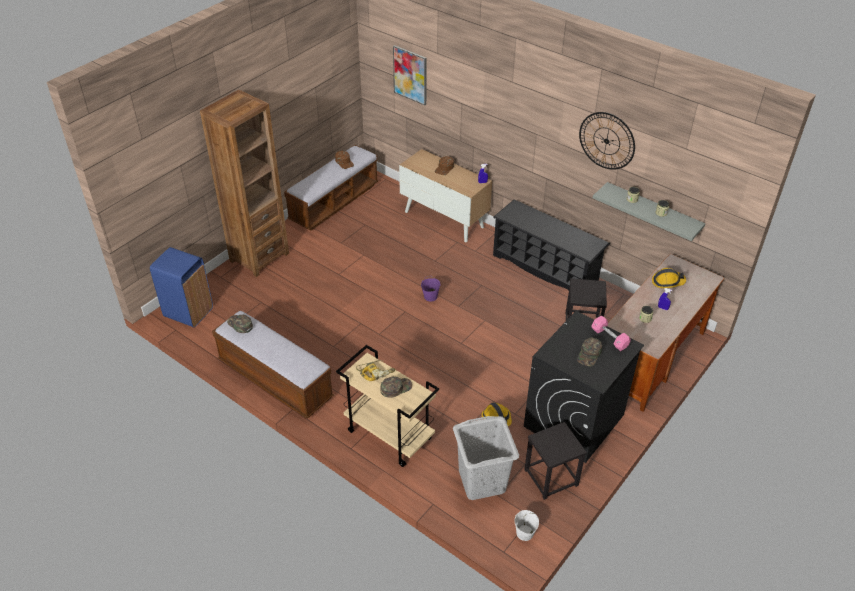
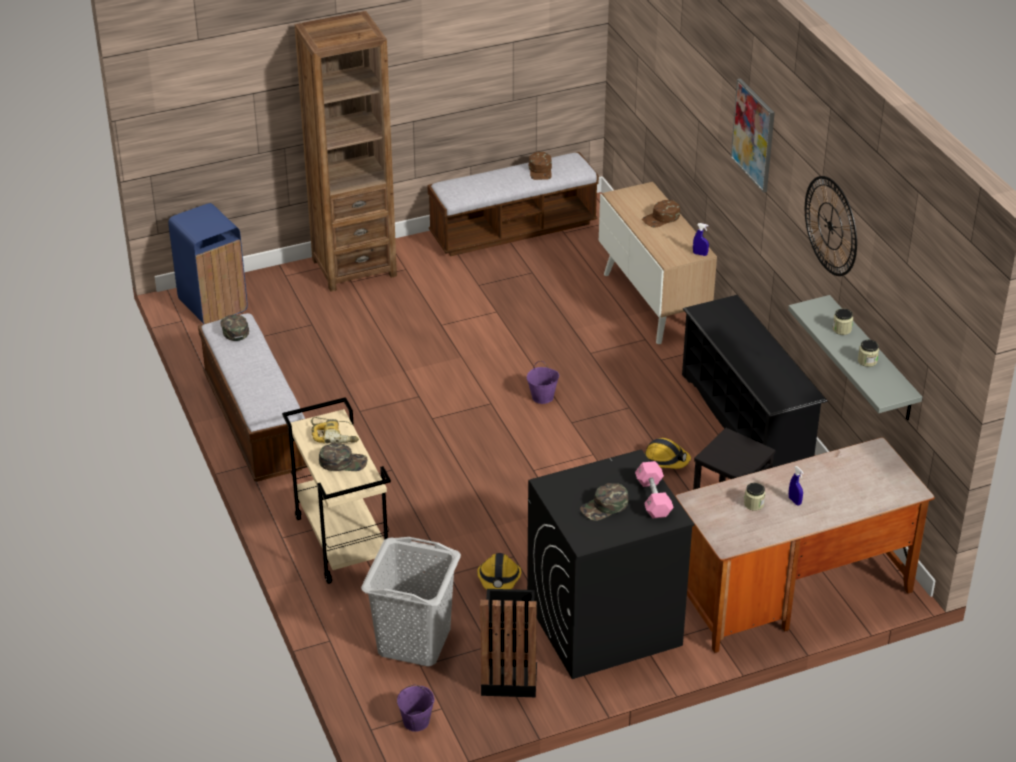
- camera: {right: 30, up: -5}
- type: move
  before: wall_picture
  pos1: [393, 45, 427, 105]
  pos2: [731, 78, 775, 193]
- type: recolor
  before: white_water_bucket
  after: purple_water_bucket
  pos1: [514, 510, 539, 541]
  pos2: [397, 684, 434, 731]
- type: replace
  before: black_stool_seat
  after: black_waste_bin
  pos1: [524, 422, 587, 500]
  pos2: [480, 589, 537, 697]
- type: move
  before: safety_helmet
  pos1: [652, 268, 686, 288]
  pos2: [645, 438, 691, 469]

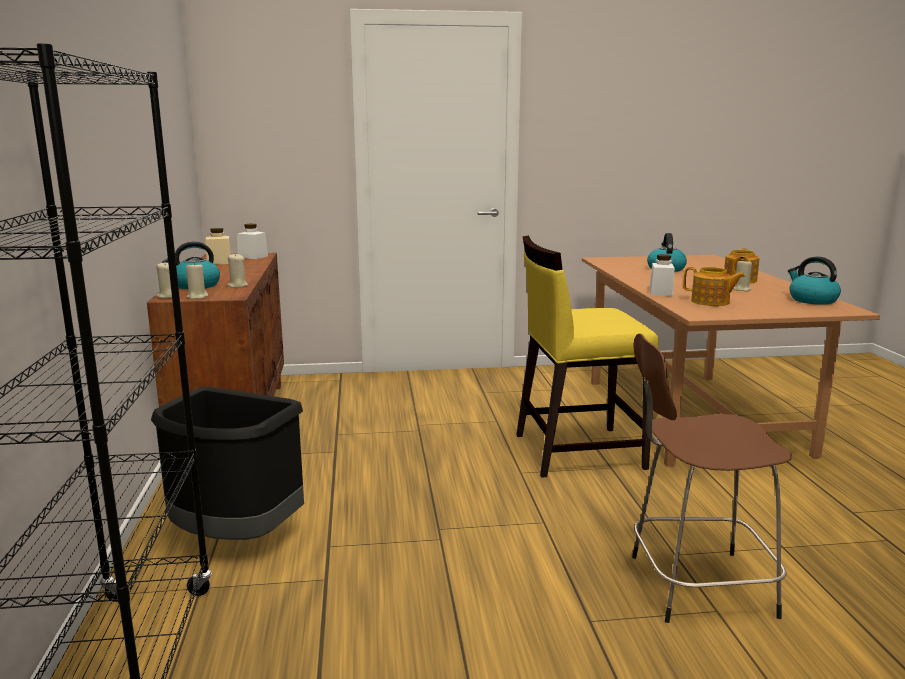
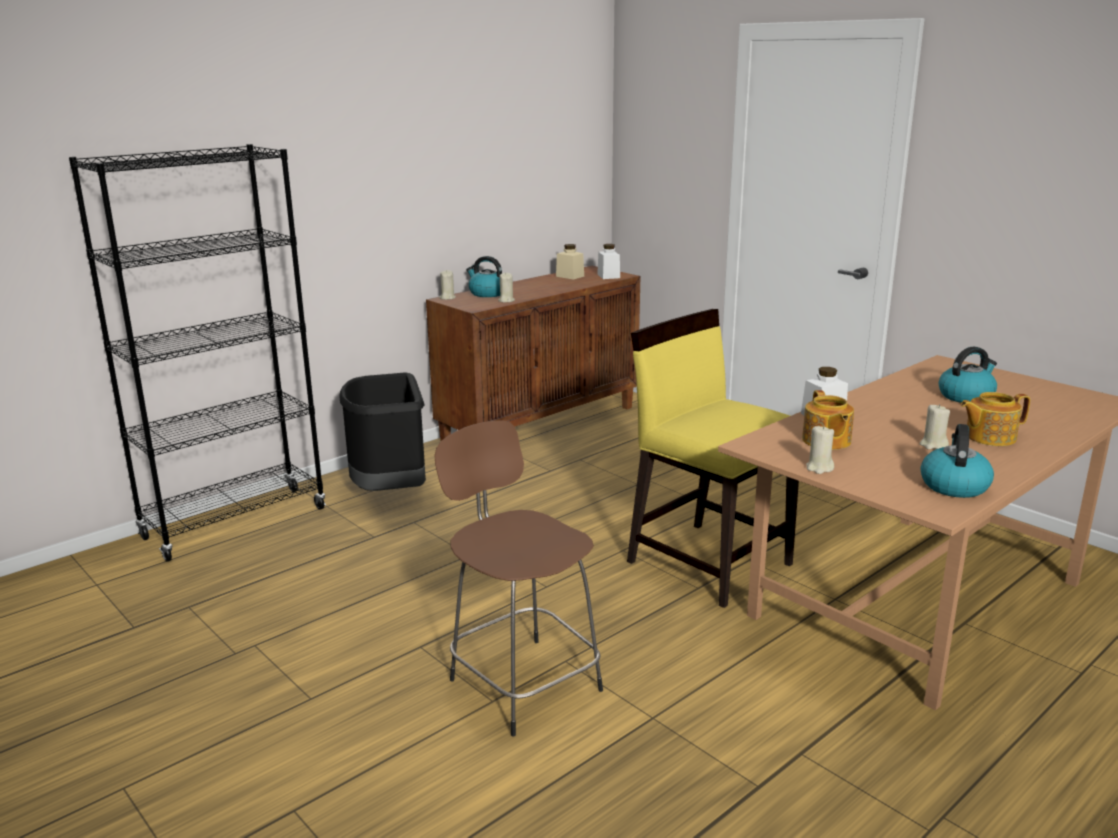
- camera: {right: 55, up: 5}
- type: move
  before: beige-coloured_wax_candle
  pos1: [186, 262, 208, 299]
  pos2: [806, 425, 834, 474]

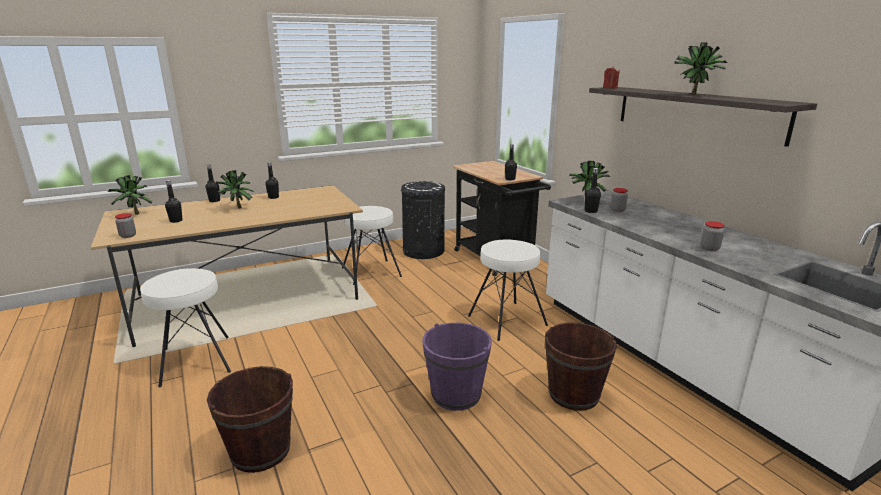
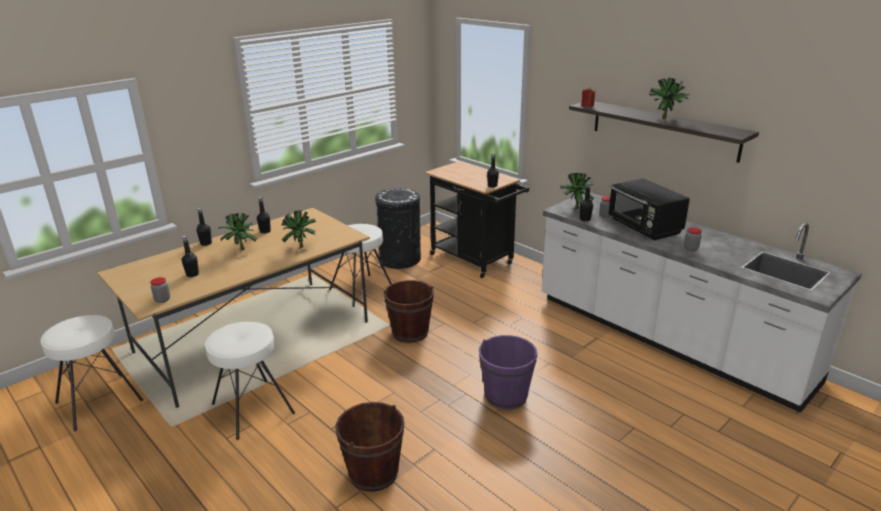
- camera: {right: -15, up: 5}
- type: move
  before: plant_in_a_pot
  pos1: [108, 175, 152, 215]
  pos2: [281, 210, 317, 248]
- type: move
  before: white_stool_seat
  pos1: [468, 239, 548, 341]
  pos2: [41, 315, 143, 431]
- type: move
  before: brown-coloured_water_bucket
  pos1: [545, 323, 617, 411]
  pos2: [384, 280, 434, 343]
- type: insert
  after: black_kitchen_microwave
  pos2: [608, 178, 690, 241]

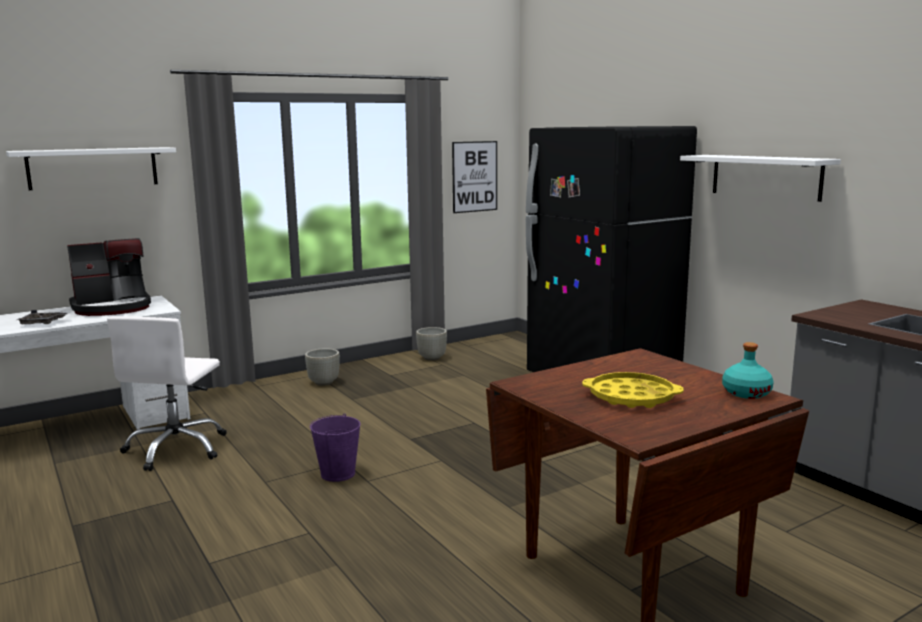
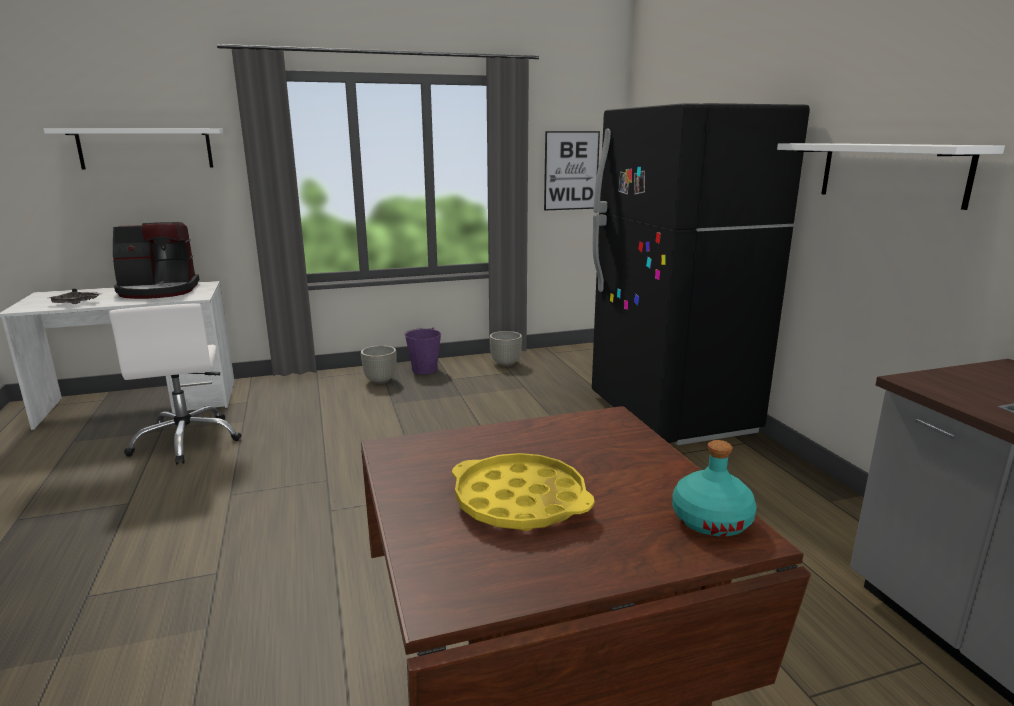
- camera: {right: 15, up: 5}
- type: rotate
  before: white_desk_chair
  pos1: [107, 316, 227, 471]
  pos2: [109, 303, 241, 464]
  turn: -45
- type: move
  before: purple_water_bucket
  pos1: [310, 413, 361, 482]
  pos2: [404, 328, 441, 375]

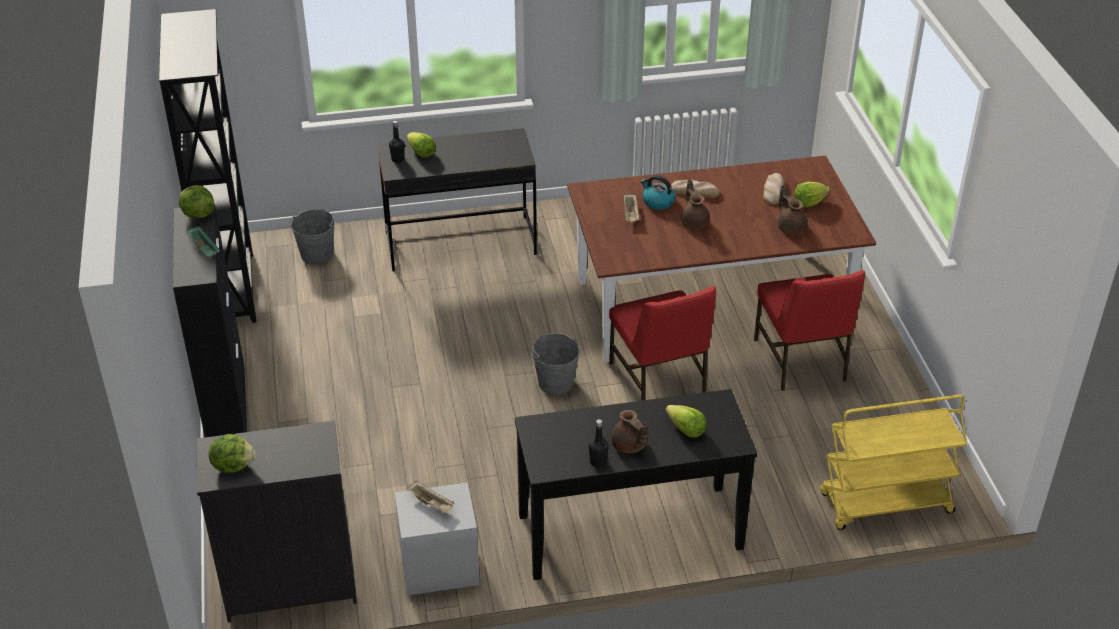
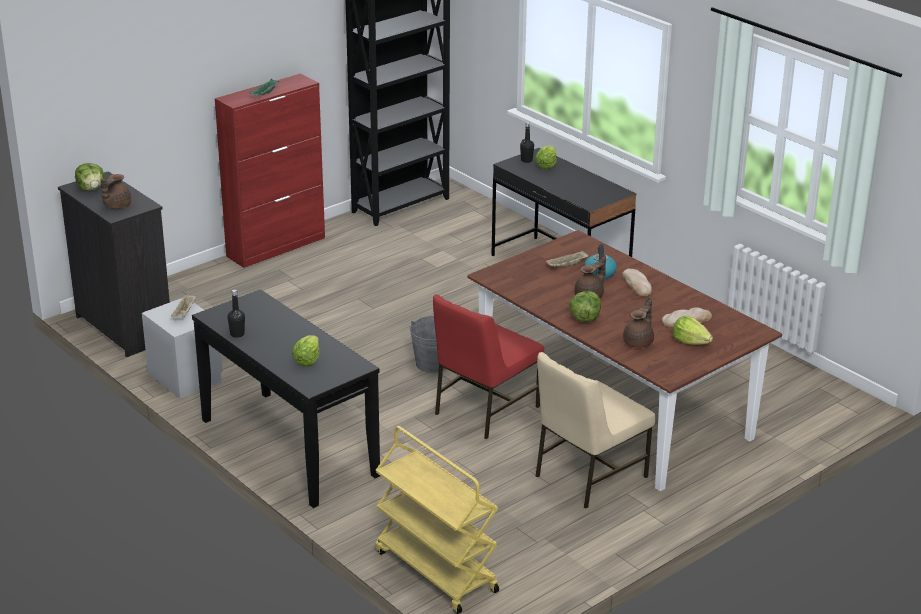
- camera: {right: 60, up: -10}
- type: recolor
  before: black_storage_cabinet
  after: red_storage_cabinet
  pos1: [173, 204, 247, 437]
  pos2: [215, 74, 325, 268]
- type: move
  before: lettuce_head
  pos1: [179, 185, 214, 218]
  pos2: [569, 291, 601, 322]
- type: delete
  before: grey_water_bucket
  pos1: [291, 209, 335, 265]
- type: move
  before: brown-coloured_tea_pot
  pos1: [611, 410, 648, 453]
  pos2: [101, 174, 131, 209]
- type: recolor
  before: red_upright_chair
  after: beige-coloured_upright_chair
  pos1: [754, 270, 865, 391]
  pos2: [536, 352, 655, 509]

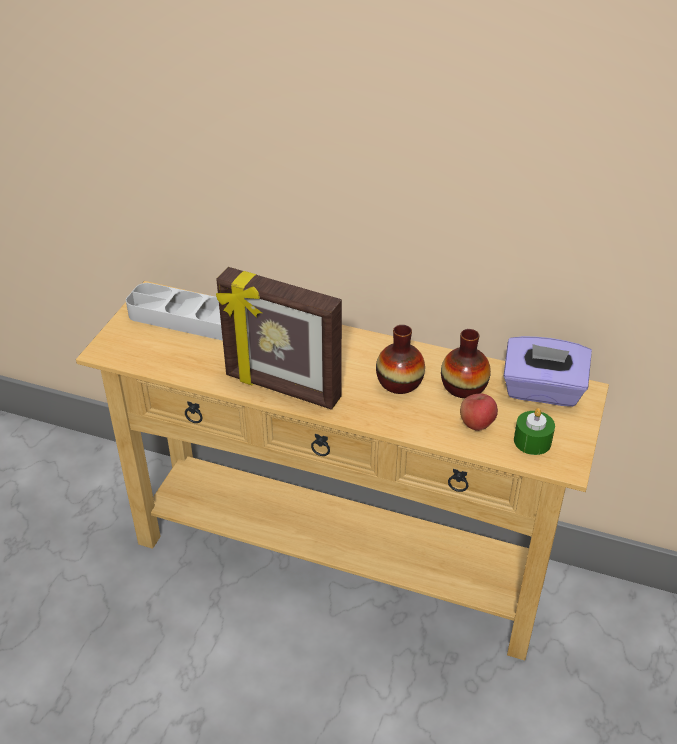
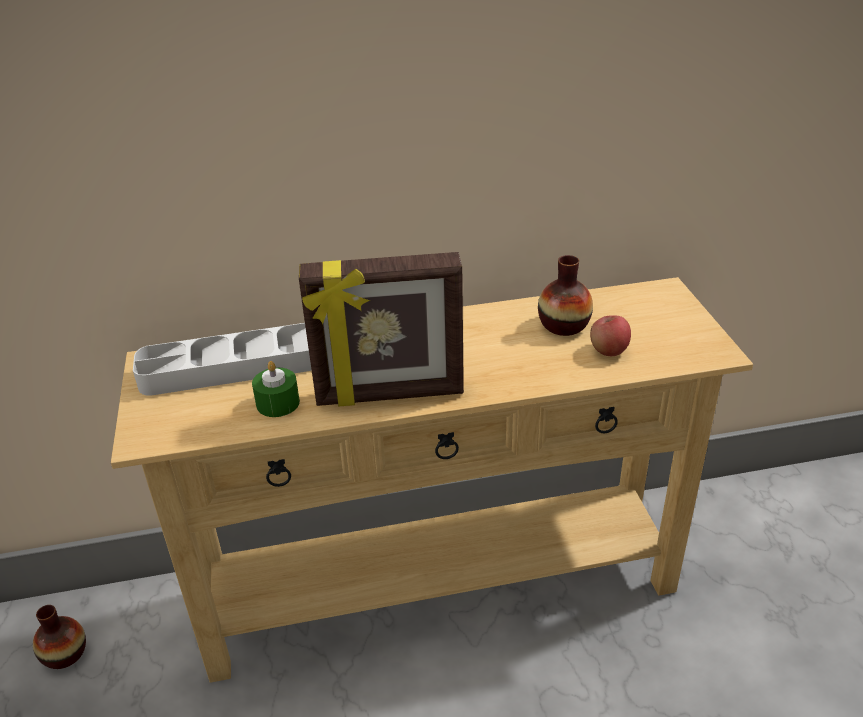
- camera: {right: -30, up: -5}
- type: move
  before: flower_vase
  pos1: [376, 325, 425, 394]
  pos2: [33, 605, 86, 669]
- type: delete
  before: purple_box_of_tissues
  pos1: [504, 336, 592, 407]
- type: move
  before: green_wax_candle
  pos1: [514, 408, 555, 455]
  pos2: [252, 361, 300, 417]

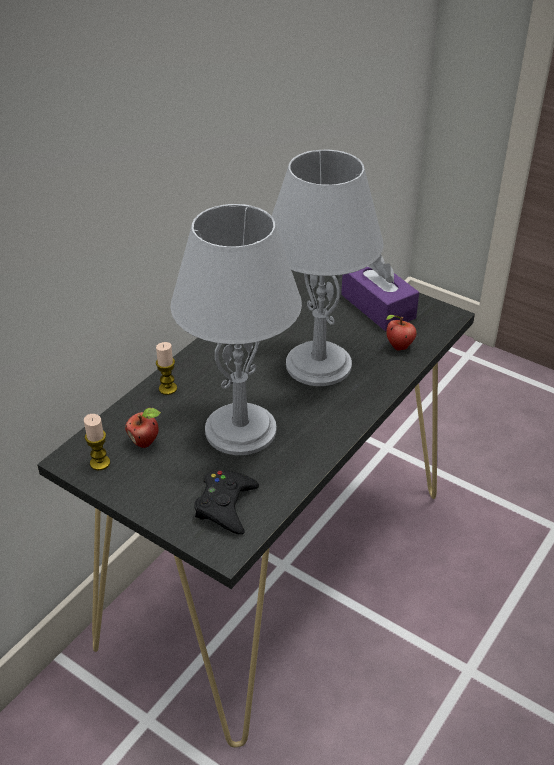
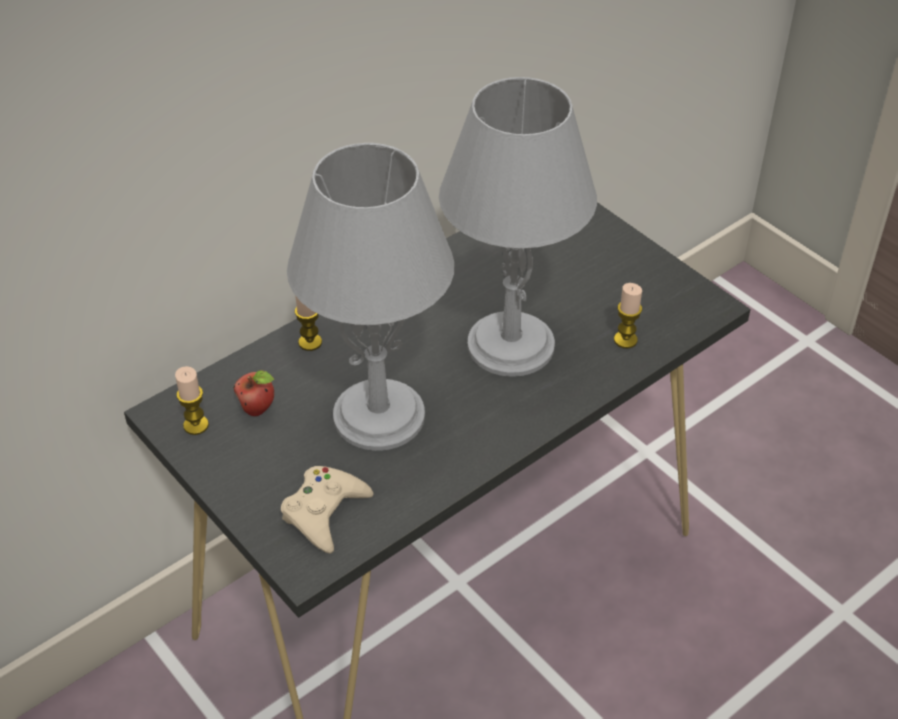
- camera: {right: 15, up: 5}
- type: recolor
  before: black_joypad
  after: beige-coloured_joypad
  pos1: [194, 471, 259, 535]
  pos2: [281, 466, 373, 553]
- type: delete
  before: purple_box_of_tissues
  pos1: [341, 254, 419, 331]
- type: replace
  before: whole_apple
  after: wax_candle
  pos1: [386, 314, 417, 351]
  pos2: [614, 283, 642, 348]

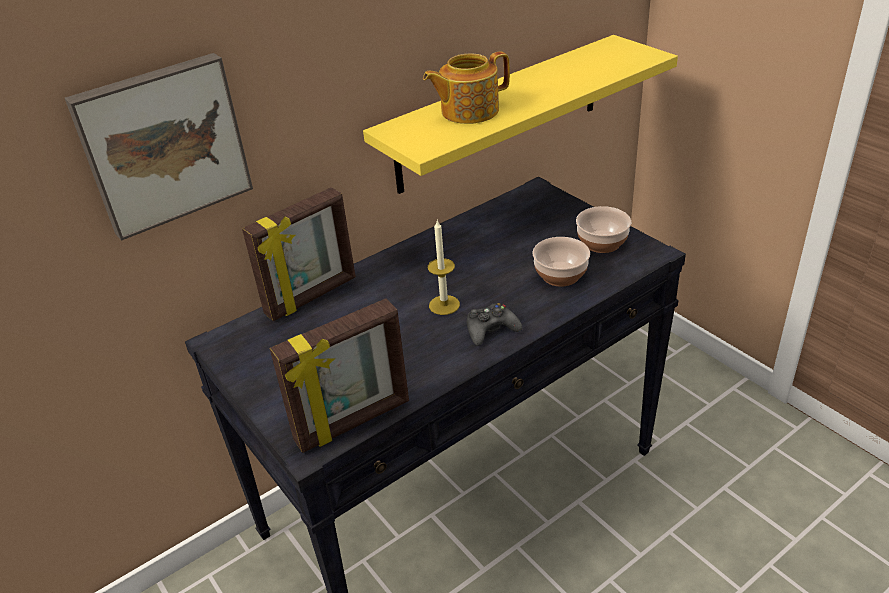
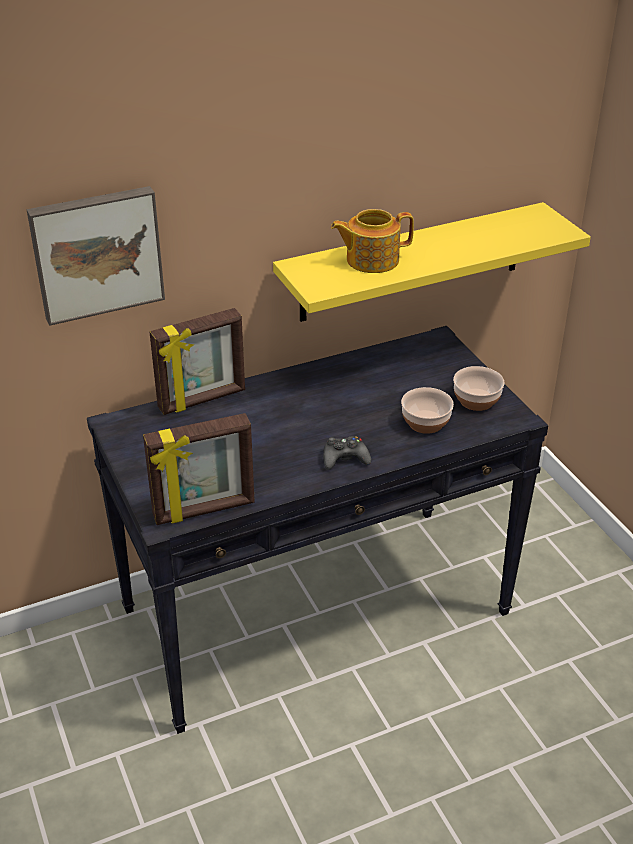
- camera: {right: 10, up: 0}
- type: delete
  before: wax_candle
  pos1: [428, 220, 460, 315]

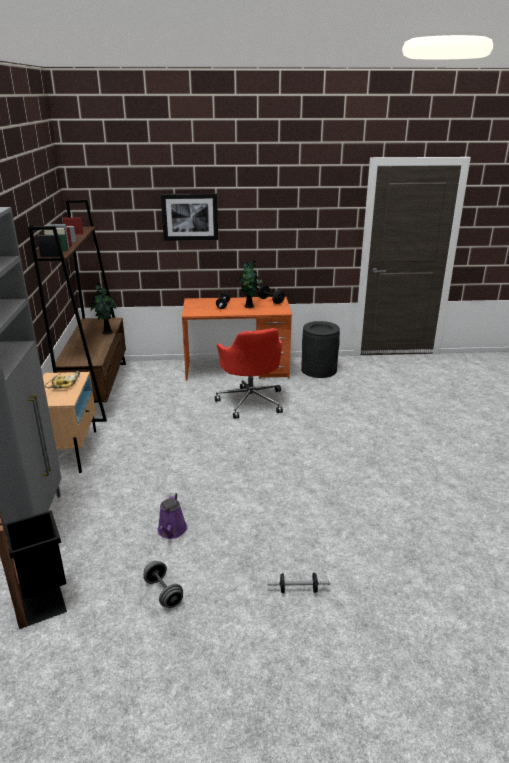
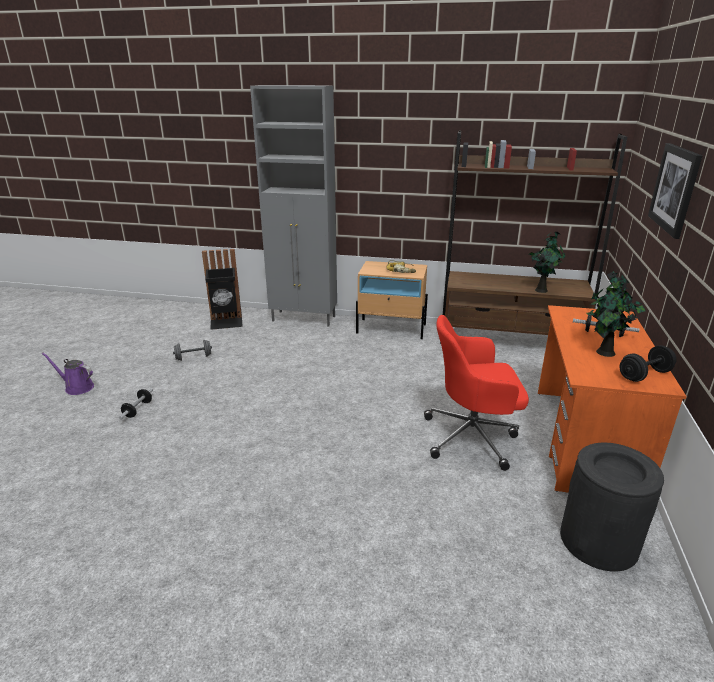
- camera: {right: 105, up: 0}
- type: move
  before: purple_sprinkling_can
  pos1: [157, 493, 187, 539]
  pos2: [41, 352, 94, 395]

